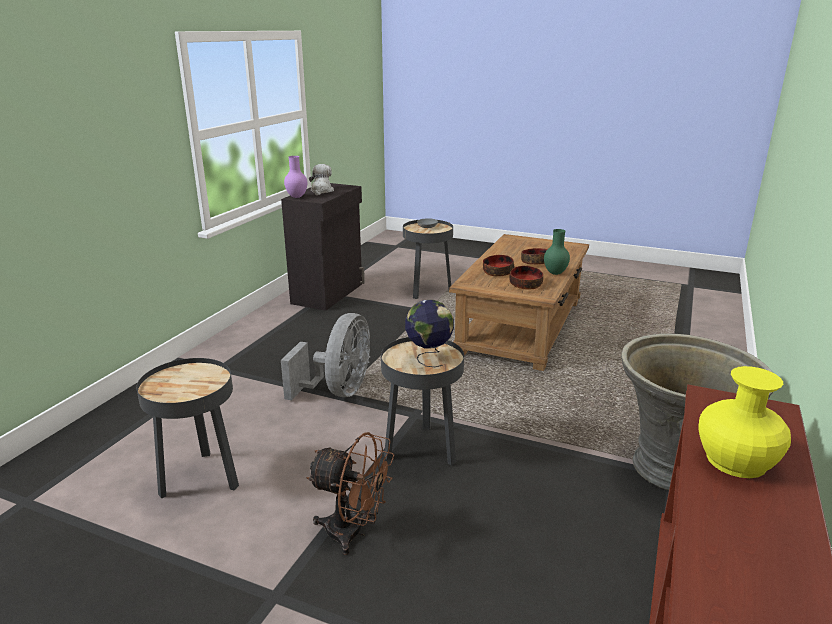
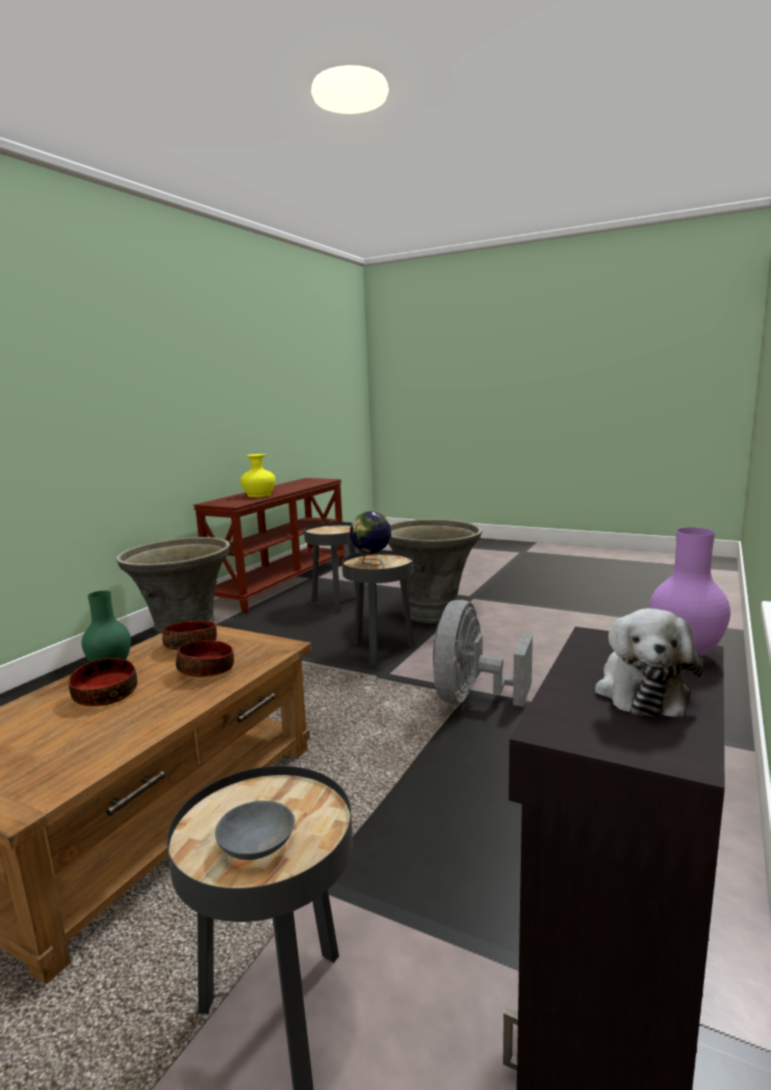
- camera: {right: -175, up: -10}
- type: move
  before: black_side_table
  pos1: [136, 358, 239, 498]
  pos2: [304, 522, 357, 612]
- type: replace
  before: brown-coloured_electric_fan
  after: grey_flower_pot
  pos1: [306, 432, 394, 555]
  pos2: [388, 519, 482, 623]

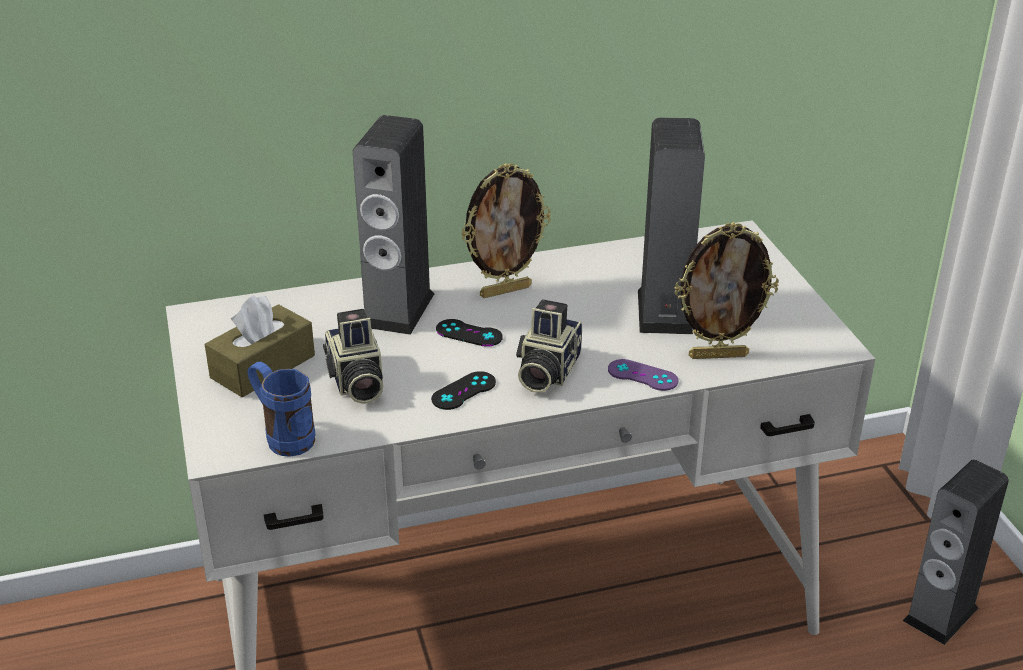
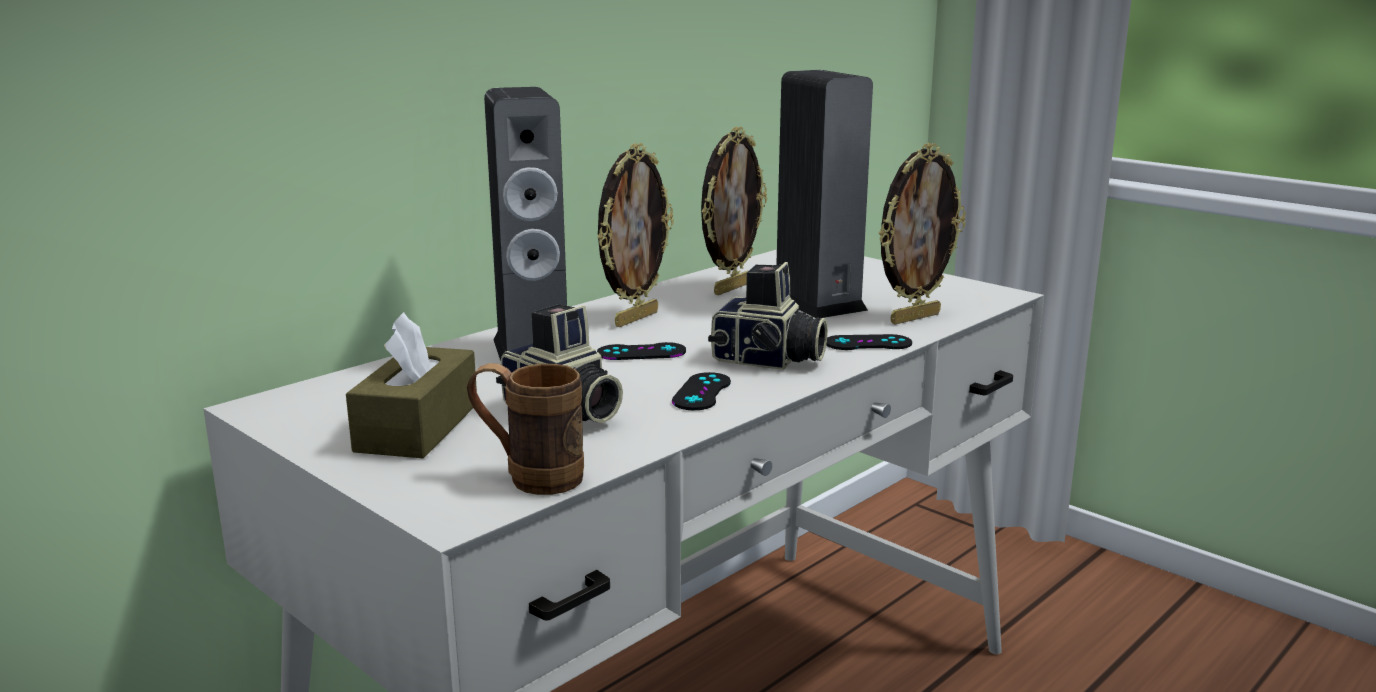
- camera: {right: -30, up: -15}
- type: recolor
  before: bluish_mug
  after: brown-coloured_mug
  pos1: [248, 362, 315, 457]
  pos2: [467, 363, 584, 495]
- type: rotate
  before: still_camera
  pos1: [516, 299, 582, 393]
  pos2: [708, 262, 828, 370]
  turn: -60
- type: recolor
  before: purple_joypad
  after: black_joypad
  pos1: [608, 359, 678, 391]
  pos2: [826, 334, 912, 350]
- type: delete
  before: speaker
  pos1: [903, 459, 1009, 645]
- type: insert
  after: standing_frame
  pos2: [701, 126, 767, 295]

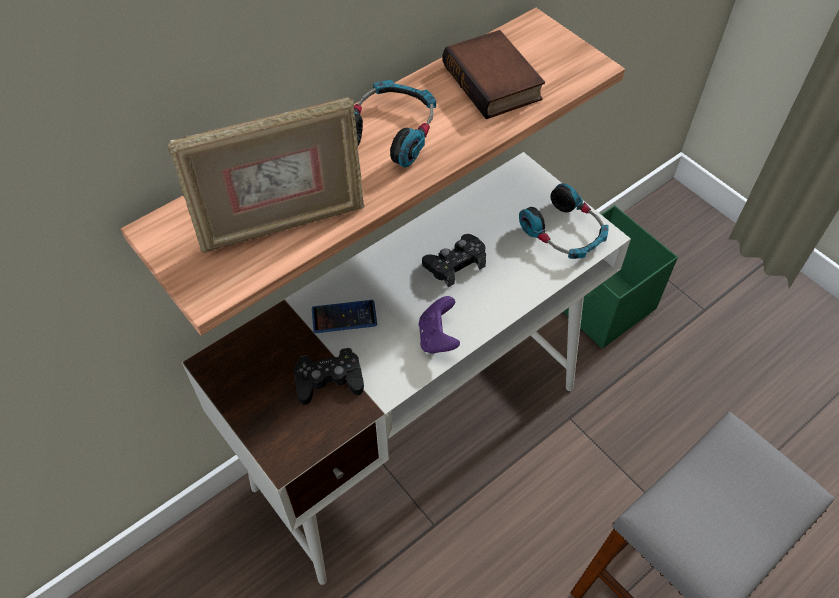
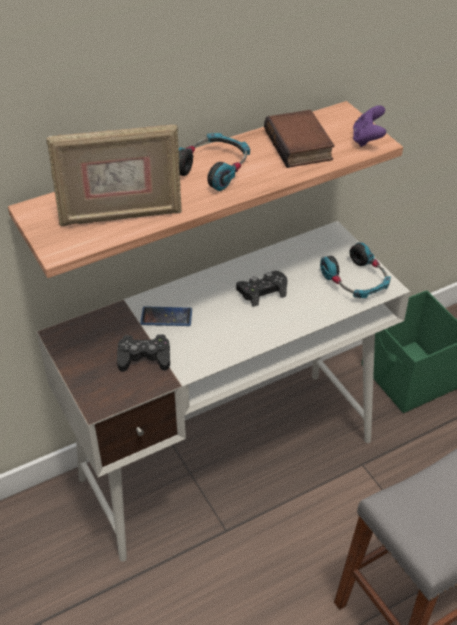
- camera: {right: 10, up: -10}
- type: move
  before: purple_joypad
  pos1: [419, 296, 460, 354]
  pos2: [353, 105, 386, 147]

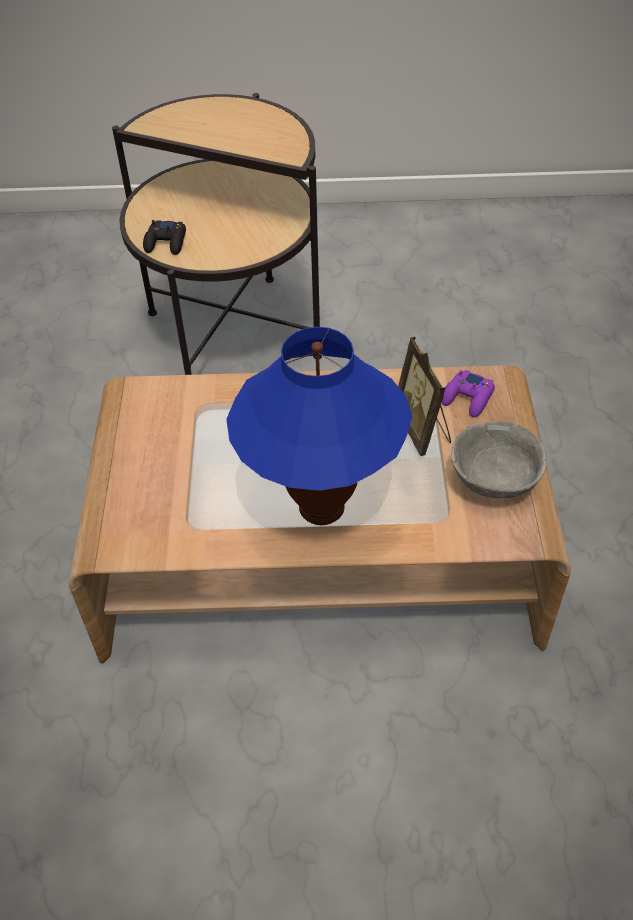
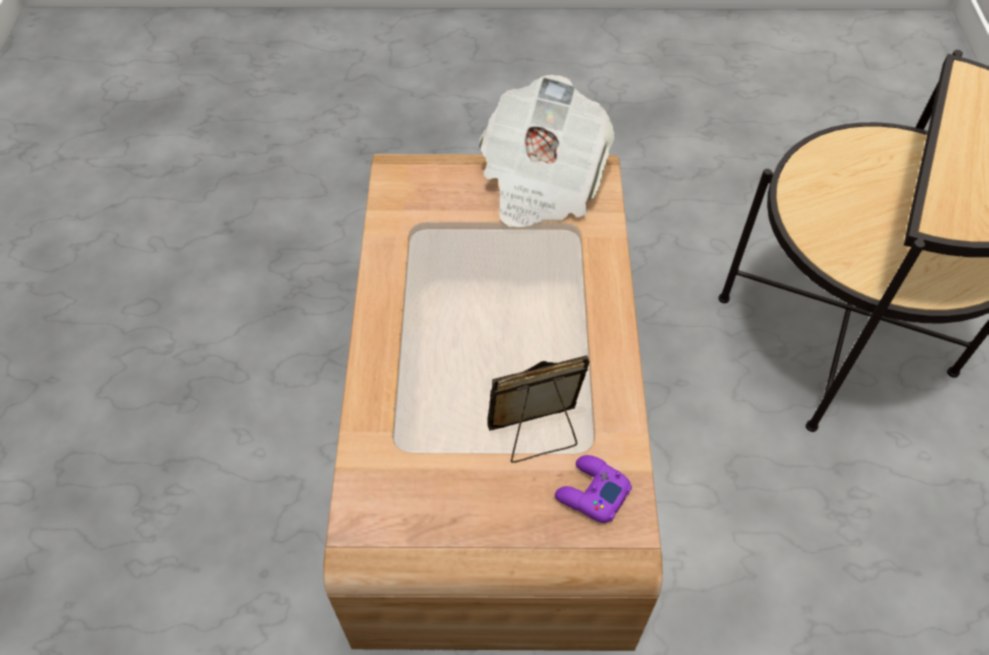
- camera: {right: 90, up: 5}
- type: delete
  before: black_joypad
  pos1: [143, 220, 186, 255]
- type: delete
  before: bluish_table_lamp
  pos1: [226, 327, 412, 525]
- type: delete
  before: grey_serving_bowl
  pos1: [451, 421, 546, 498]
- type: insert
  after: daily_paper
  pos2: [479, 75, 615, 227]

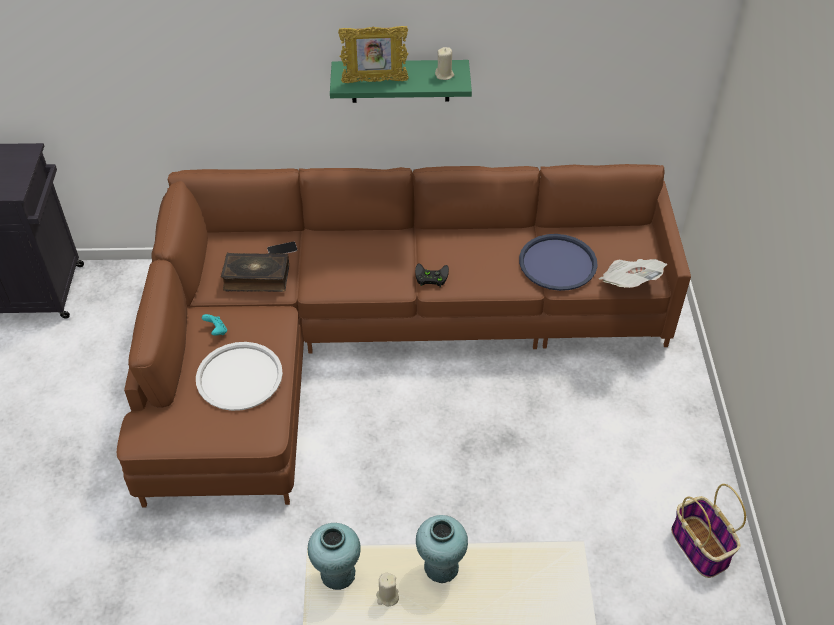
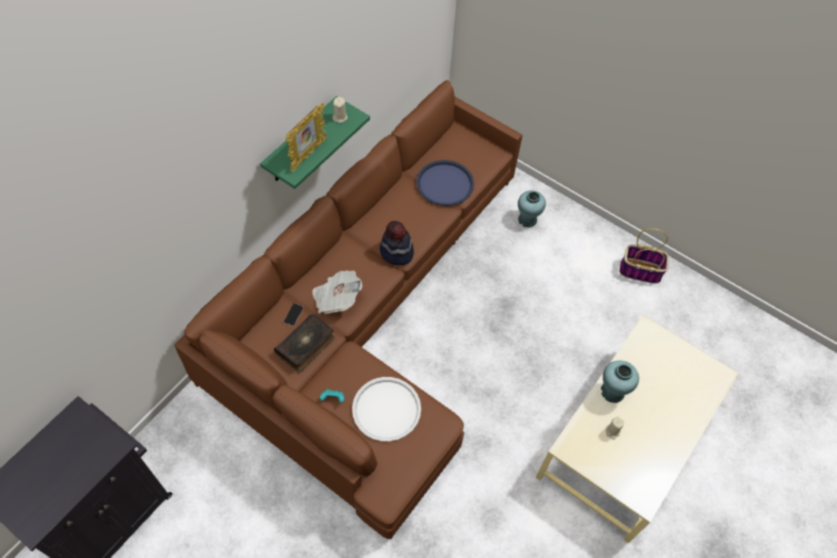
- camera: {right: -55, up: 10}
- type: move
  before: turquoise-coloured_flower_vase
  pos1: [308, 523, 361, 590]
  pos2: [518, 190, 546, 228]
- type: replace
  before: black_joypad
  after: clothing_hat
  pos1: [415, 263, 449, 287]
  pos2: [380, 221, 414, 265]
- type: move
  before: daily_paper
  pos1: [599, 259, 667, 288]
  pos2: [312, 270, 362, 314]

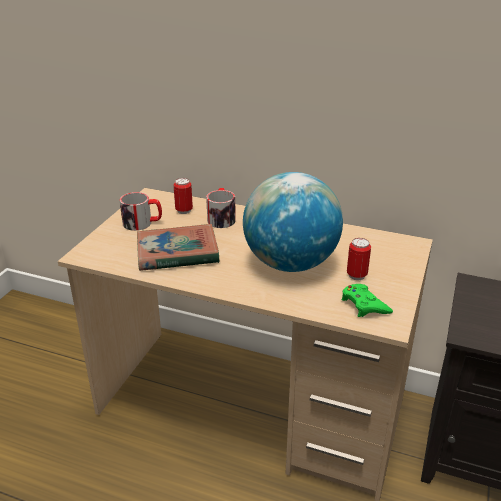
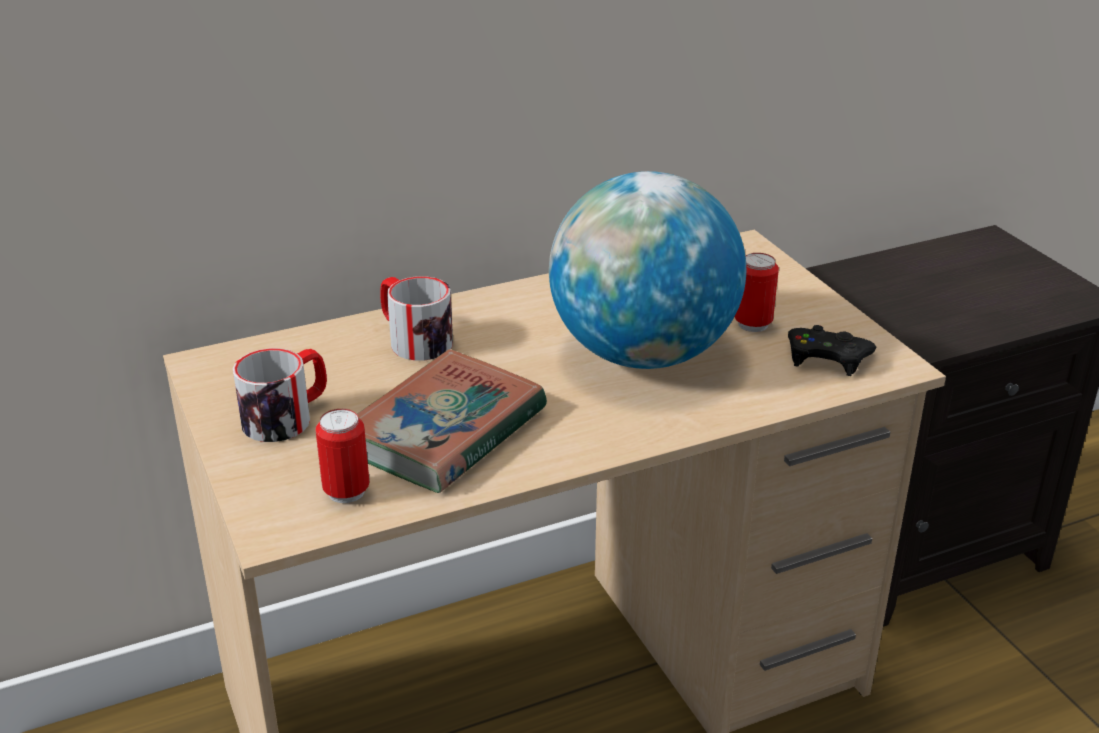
- camera: {right: -45, up: 0}
- type: move
  before: sealed_can
  pos1: [174, 178, 193, 214]
  pos2: [315, 409, 369, 503]
- type: recolor
  before: green_joypad
  after: black_joypad
  pos1: [342, 284, 393, 317]
  pos2: [788, 325, 876, 376]

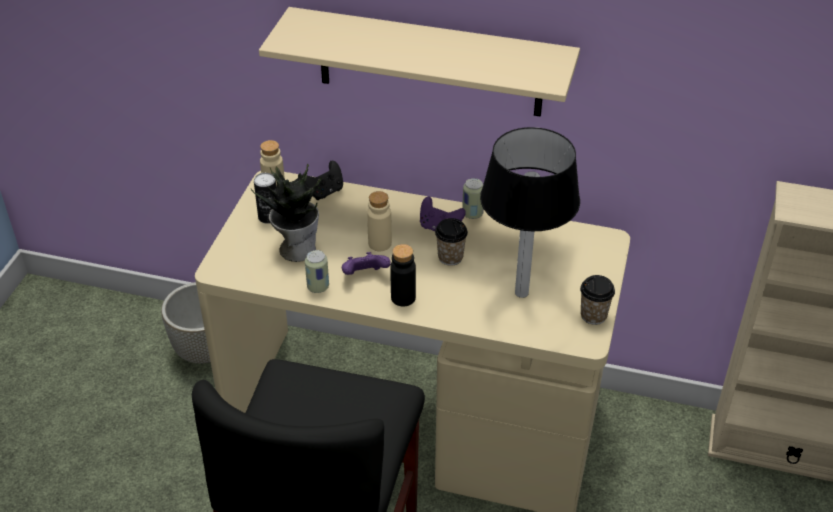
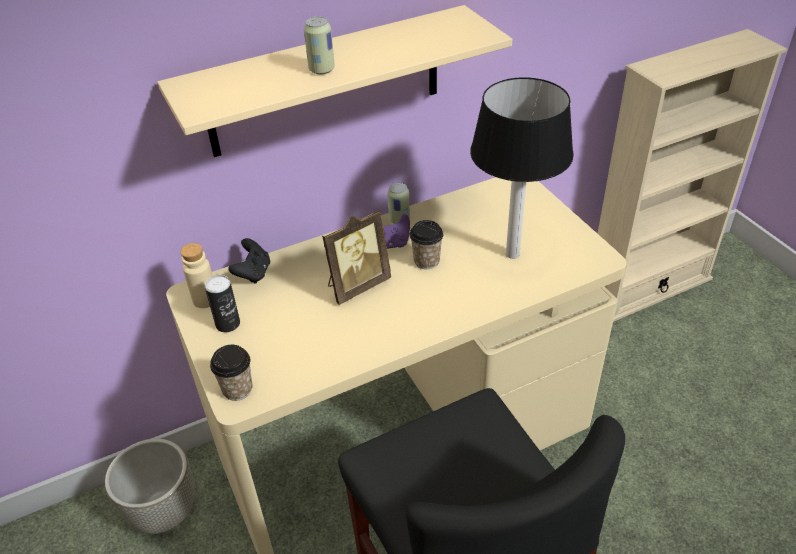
- camera: {right: -40, up: 0}
- type: delete
  before: plant_in_a_pot
  pos1: [251, 164, 322, 262]
- type: move
  before: sealed_can
  pos1: [305, 250, 329, 293]
  pos2: [304, 17, 335, 75]
- type: delete
  before: purple_joypad
  pos1: [342, 252, 391, 275]
- type: replace
  before: beige-coloured_beverage_bottle
  after: standing_frame
  pos1: [367, 191, 392, 251]
  pos2: [322, 209, 391, 305]
- type: delete
  before: black_beverage_bottle
  pos1: [390, 244, 416, 306]
- type: move
  before: drinking_cup
  pos1: [580, 275, 615, 325]
  pos2: [210, 345, 252, 401]

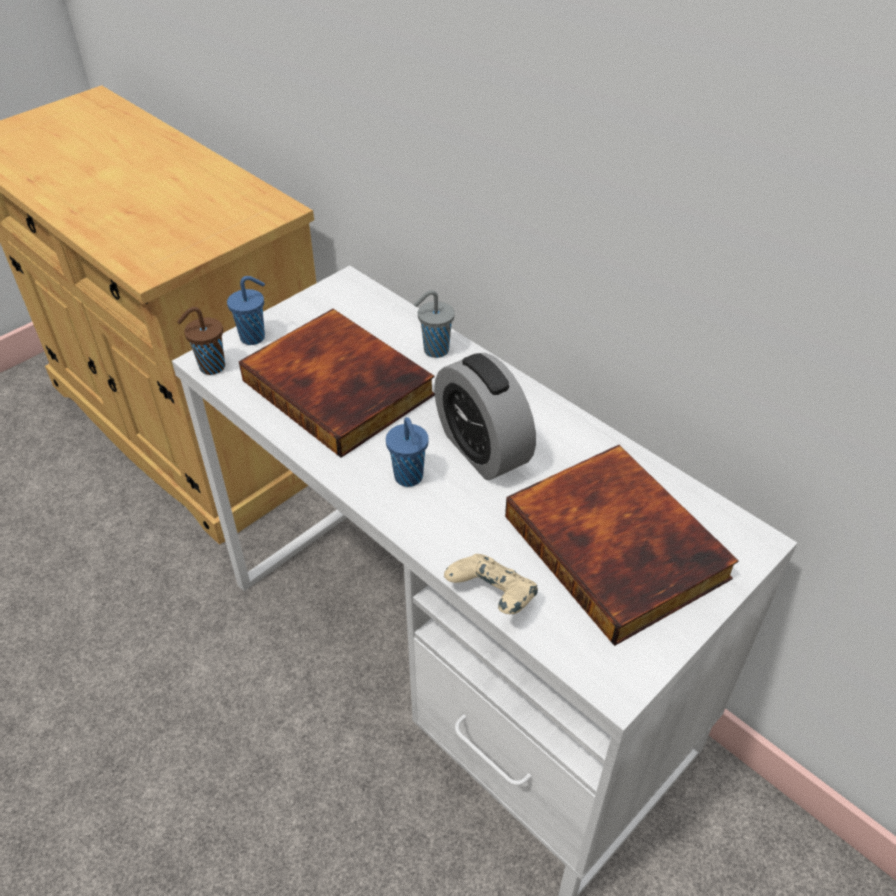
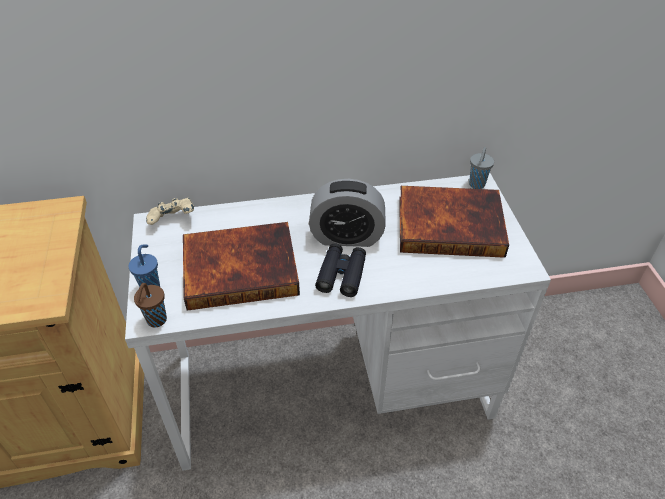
- camera: {right: -55, up: 0}
- type: replace
  before: bluish_drinking_cup
  after: black_field_glasses
  pos1: [386, 417, 429, 487]
  pos2: [315, 243, 366, 297]
- type: move
  before: grey_drinking_cup
  pos1: [414, 290, 455, 358]
  pos2: [469, 147, 494, 189]
- type: move
  before: beige-coloured_joypad
  pos1: [444, 554, 538, 614]
  pos2: [146, 198, 194, 225]

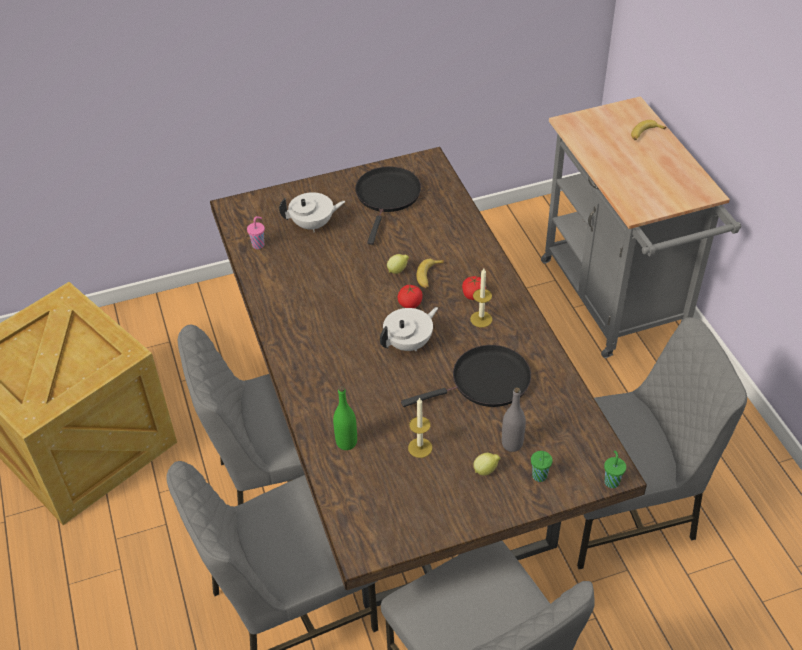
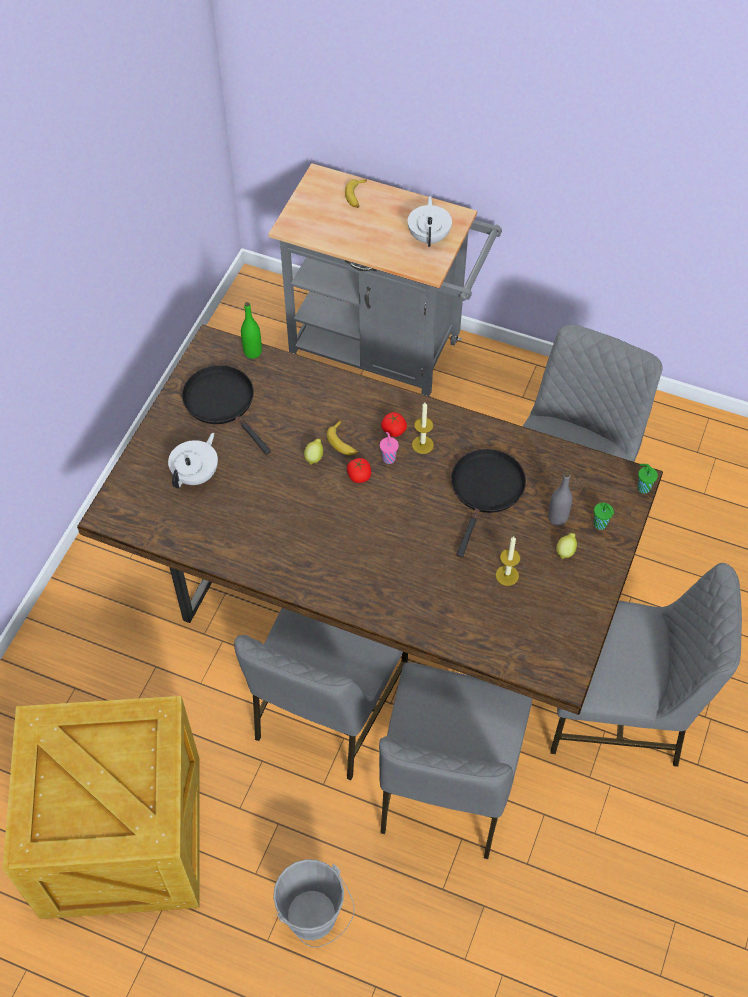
- camera: {right: -50, up: 10}
- type: move
  before: pink_drinking_cup
  pos1: [247, 216, 265, 249]
  pos2: [380, 432, 399, 464]
- type: move
  before: green_beverage_bottle
  pos1: [333, 386, 357, 450]
  pos2: [241, 302, 262, 359]
- type: move
  before: white_tea_pot
  pos1: [380, 307, 438, 351]
  pos2: [408, 196, 452, 247]
- type: insert
  after: grey_water_bucket
  pos2: [273, 859, 355, 948]

